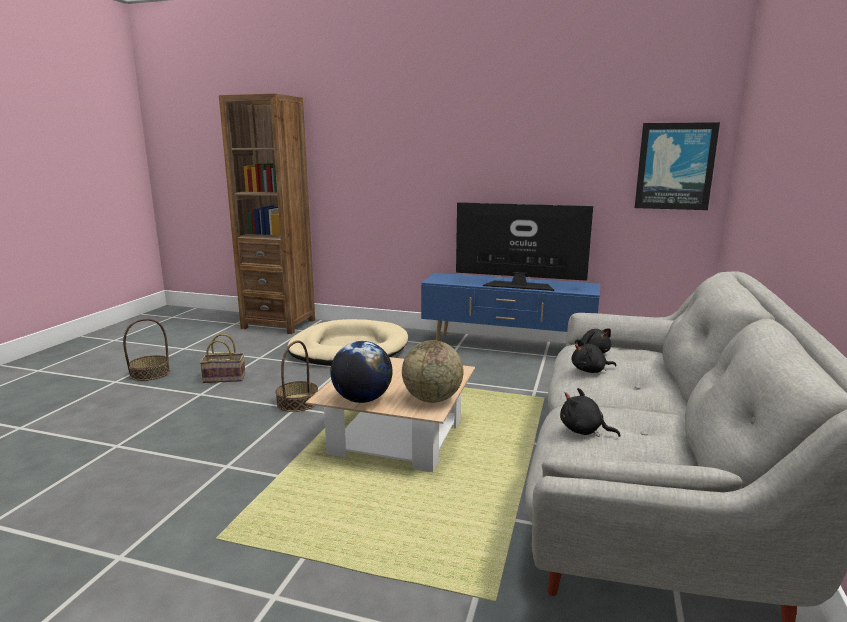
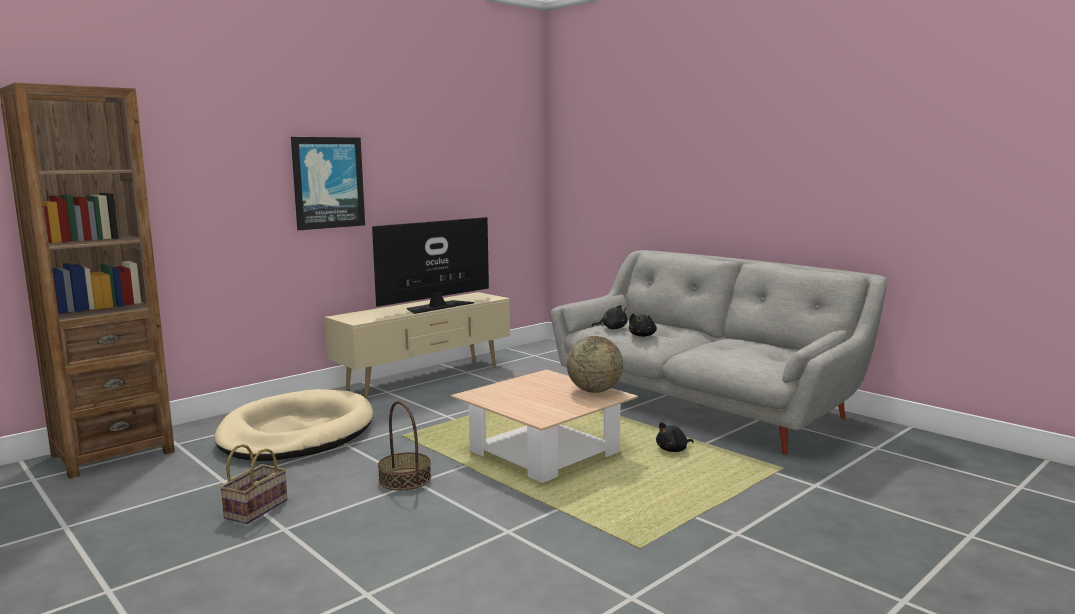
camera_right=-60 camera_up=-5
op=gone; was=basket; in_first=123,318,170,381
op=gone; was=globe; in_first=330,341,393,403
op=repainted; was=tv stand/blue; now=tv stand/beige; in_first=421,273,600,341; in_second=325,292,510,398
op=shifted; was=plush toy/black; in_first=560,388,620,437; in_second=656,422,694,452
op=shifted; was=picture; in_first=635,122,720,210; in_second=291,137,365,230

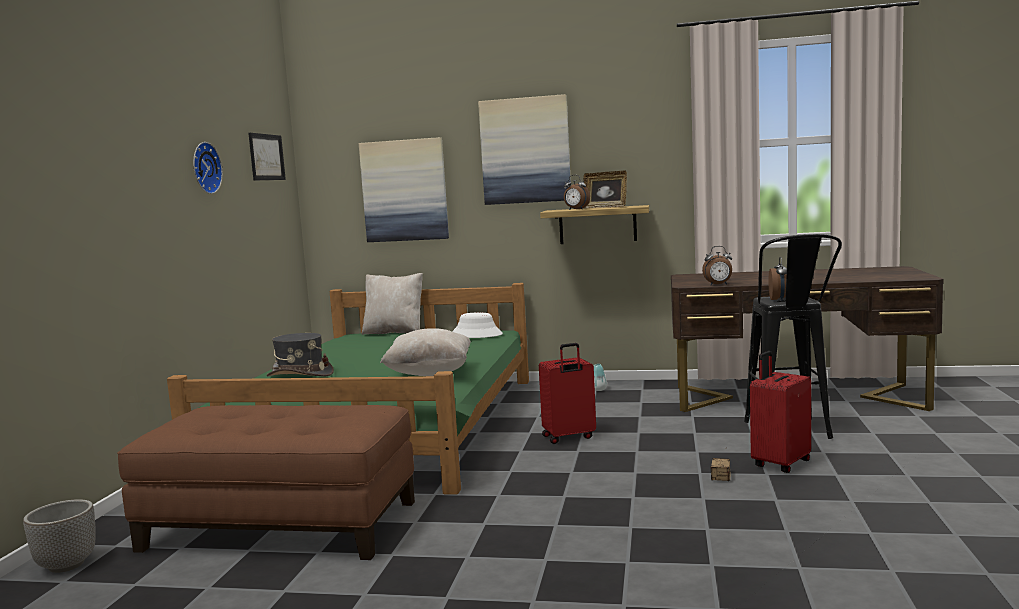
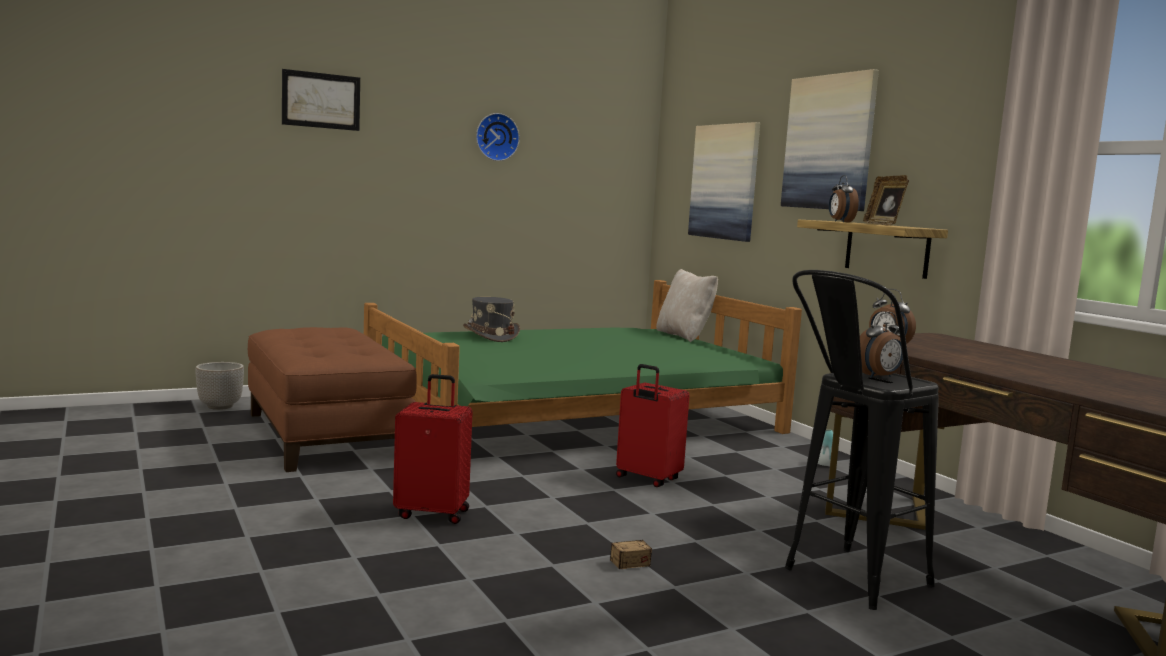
camera_right=50 camera_up=0
op=shifted; was=picture; in_first=248,133,286,181; in_second=282,69,360,131
op=gone; was=pillow/beige; in_first=380,328,471,376
op=gone; was=hat/white; in_first=452,313,503,338
op=shifted; was=suitcase/red; in_first=750,351,811,473; in_second=393,374,473,524

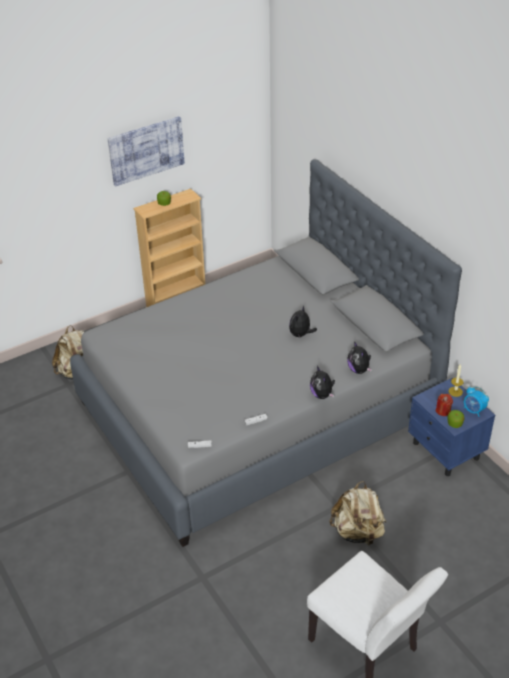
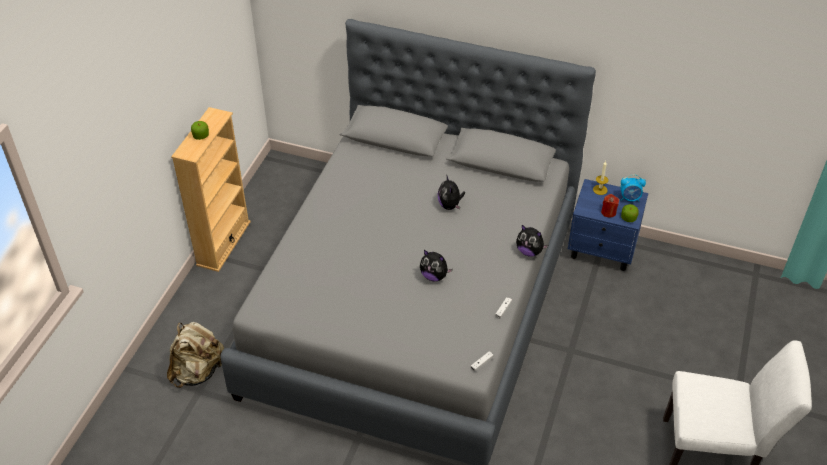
camera_right=-40 camera_up=5
op=gone; was=picture; in_first=108,116,185,187
op=gone; was=backpack/beige; in_first=329,481,387,545
op=shifted; was=plush toy; in_first=347,341,372,374; in_second=420,250,452,281

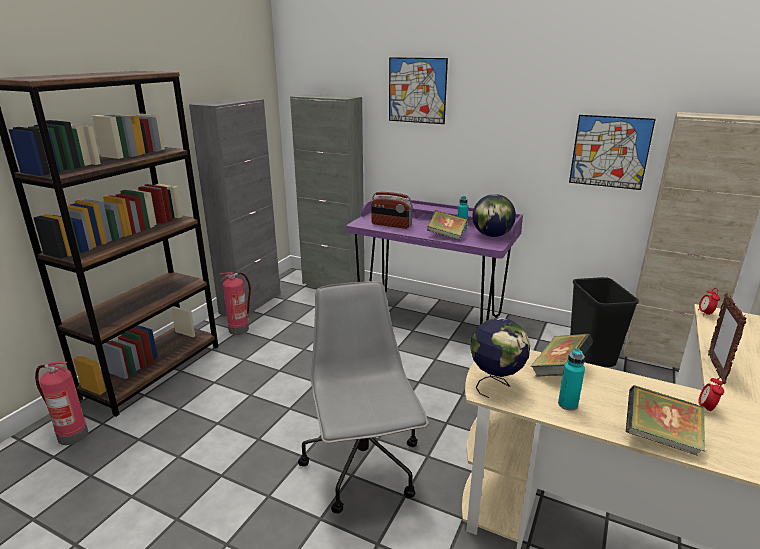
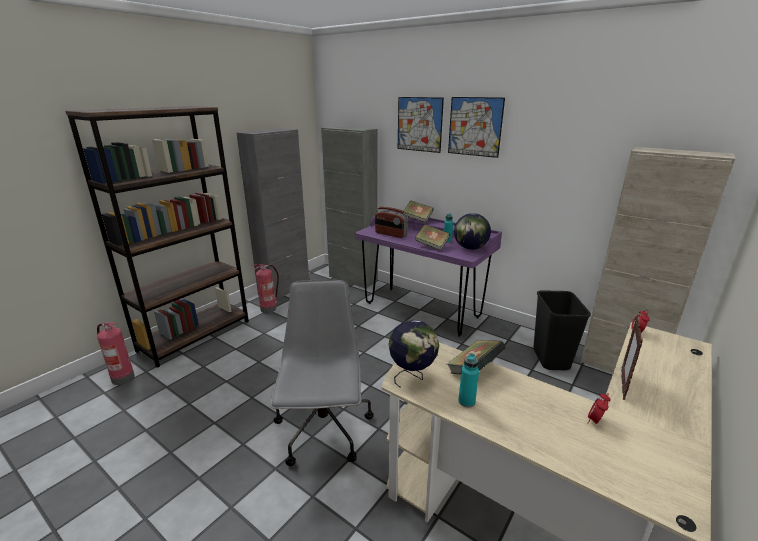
camera_right=10 camera_up=0
op=shifted; was=picture; in_first=569,115,656,190; in_second=448,97,505,158
op=shifted; was=book; in_first=626,385,705,456; in_second=403,201,434,223

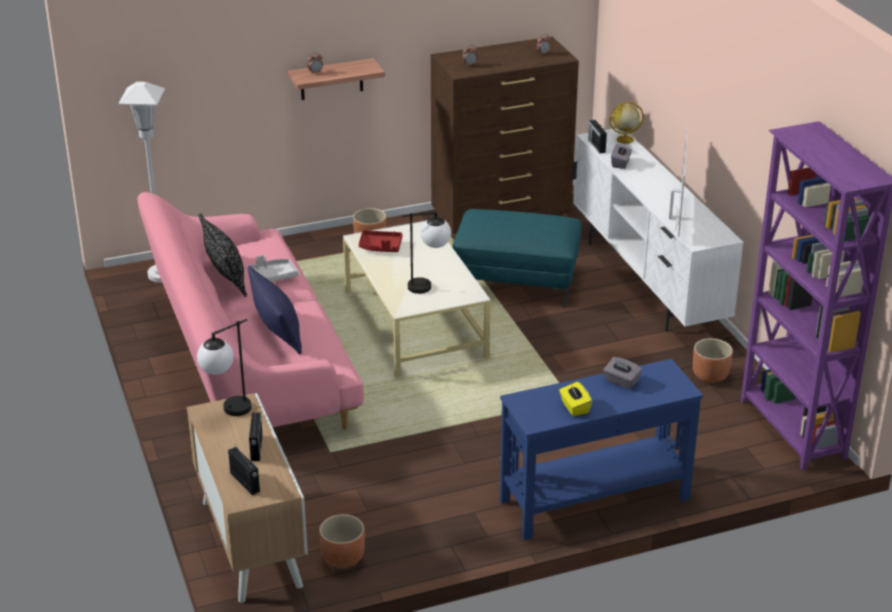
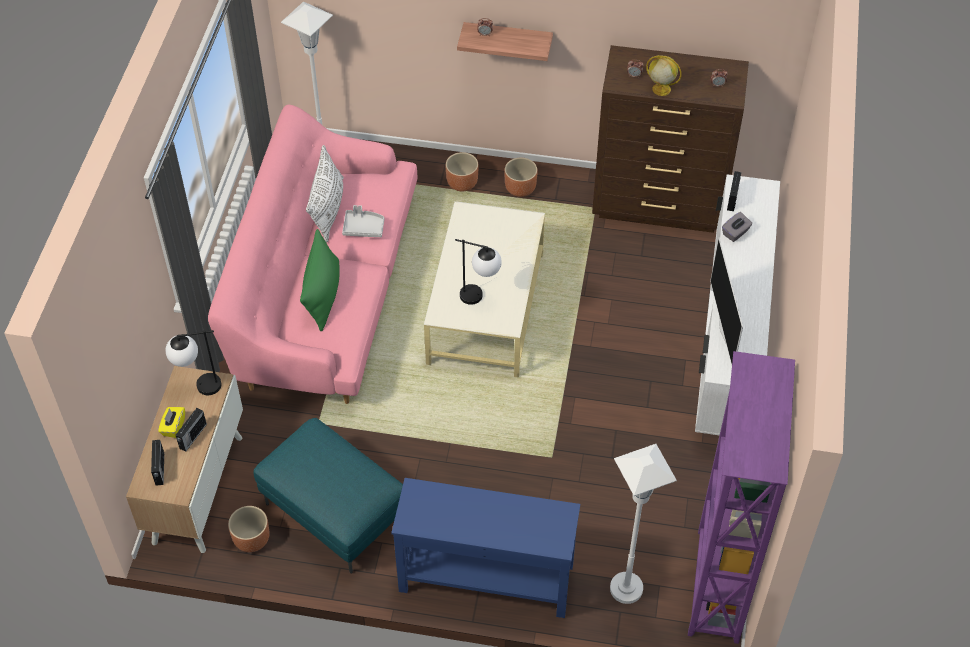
camera_right=30 camera_up=20
op=repainted; was=pillow/black; now=pillow/white; in_first=198,213,247,297; in_second=306,145,344,243
op=repainted; was=pillow/blue; now=pillow/green; in_first=248,266,302,354; in_second=300,229,340,331
op=gone; was=tray/red; in_first=359,230,402,252
op=shifted; was=ottoman/turquoise; in_first=452,209,582,308; in_second=253,418,403,574
op=shifted; was=tissue box/yellow; in_first=559,382,592,416; in_second=158,407,185,438
op=gone; was=tissue box/grey; in_first=603,357,642,389
op=shifted; was=globe; in_first=609,102,644,144; in_second=646,55,682,96
op=rotated; was=television; in_first=669,127,688,237; in_second=710,237,743,364; clockwise=135
op=shifted; was=planter/brown; in_first=693,338,733,383; in_second=445,152,479,191
op=new; now=floor lamp/white; in_second=610,444,677,604

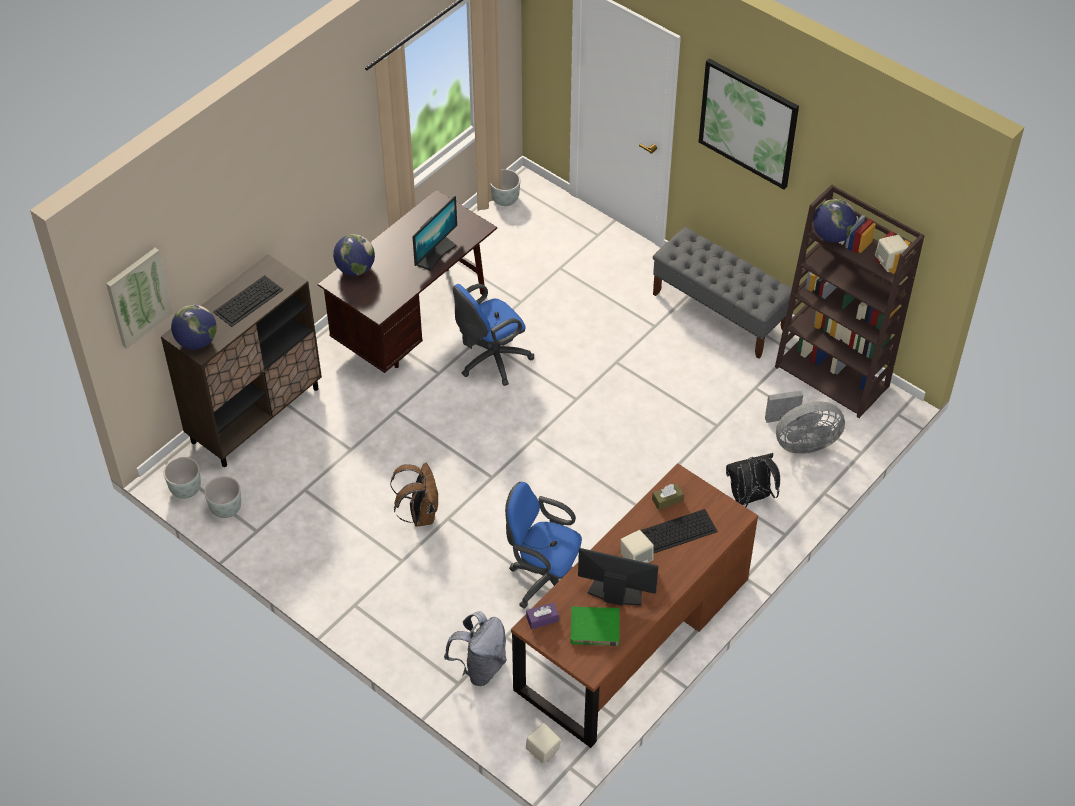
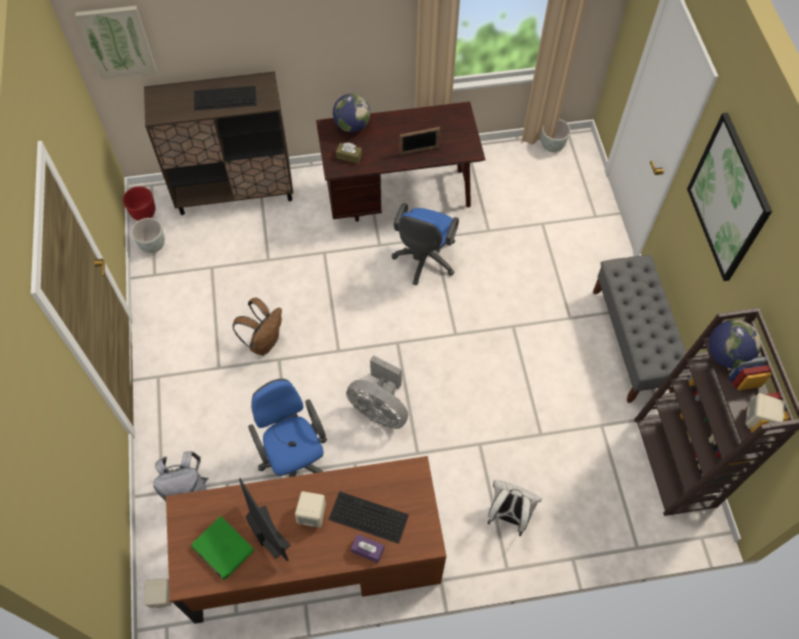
camera_right=40 camera_up=10
op=repainted; was=planter/grey; now=planter/red; in_first=164,457,201,499; in_second=123,186,155,221
op=gone; was=globe; in_first=171,305,217,350
op=swapped; was=monitor; now=picture frame; in_first=412,196,457,271; in_second=400,127,440,155
op=rotated; was=office chair/blue; in_first=453,284,534,386; in_second=392,203,459,285; clockwise=-75
op=shifted; was=tissue box/purple; in_first=526,602,559,629; in_second=351,534,384,563
op=shifted; was=tissue box/brown; in_first=652,483,684,510; in_second=336,142,362,163
op=repainted; was=backpack/black; now=backpack/white; in_first=726,453,780,507; in_second=487,480,542,536
op=shifted; was=fan/grey; in_first=765,390,845,454; in_second=346,355,408,429

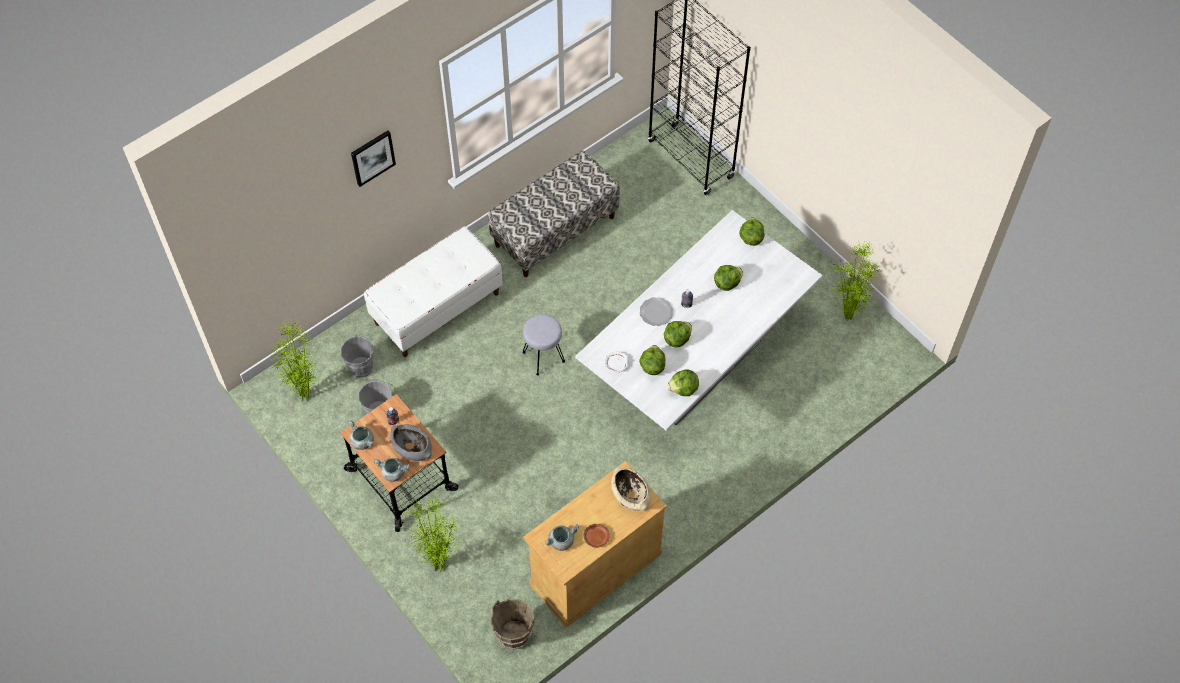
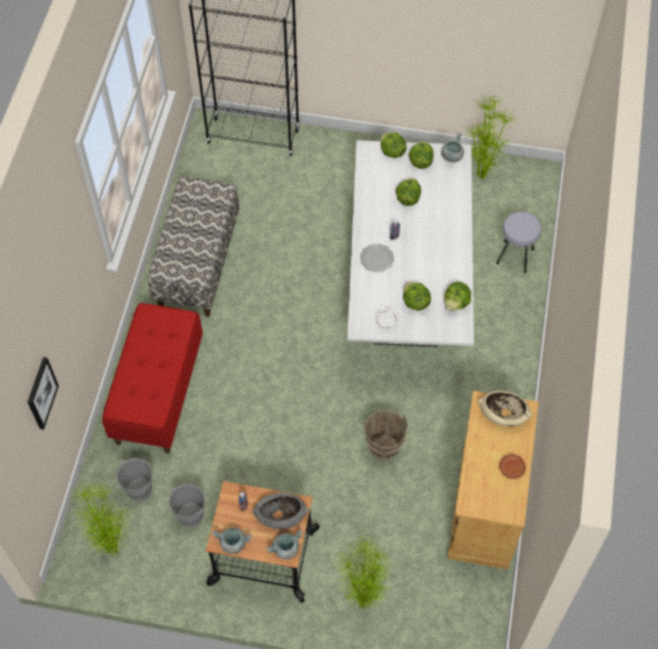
camera_right=-40 camera_up=0
op=shifted; was=picture; in_first=351,130,396,187; in_second=28,357,59,430
op=repainted; was=bench/white; now=bench/red; in_first=364,226,503,357; in_second=102,303,203,454
op=shifted; was=bucket/brown; in_first=490,599,534,650; in_second=364,410,408,461
op=shifted; was=stool/grey; in_first=523,314,565,376; in_second=496,212,541,273
op=shifted; was=cooking pot/grey; in_first=545,524,579,551; in_second=441,133,464,162
op=shifted; was=lettuce; in_first=663,321,692,348; in_second=409,141,434,169

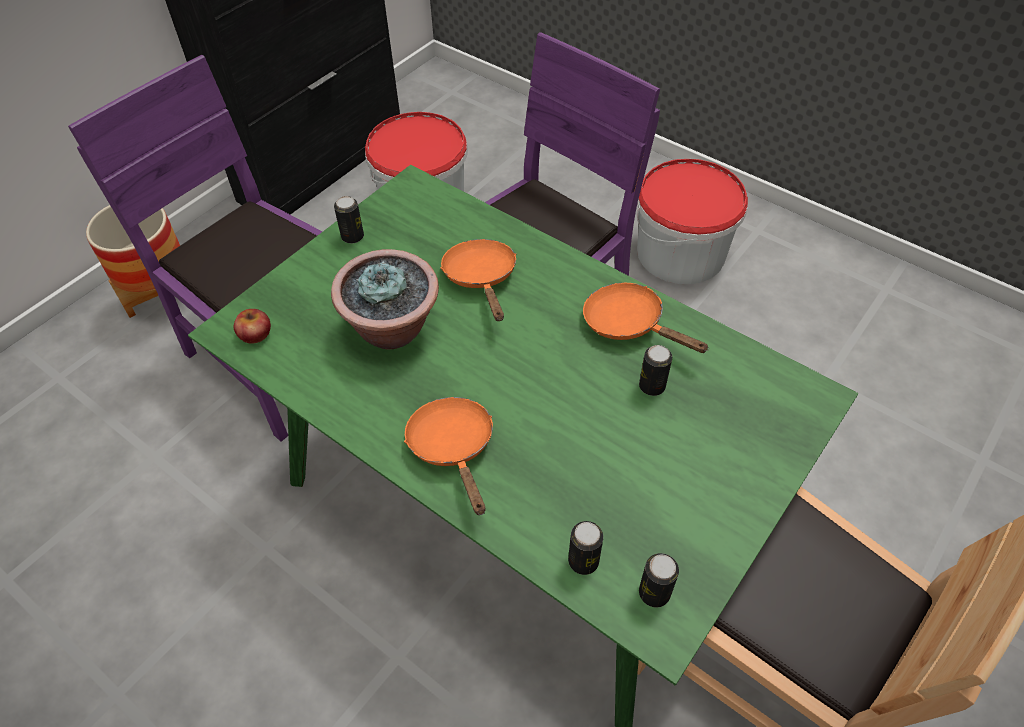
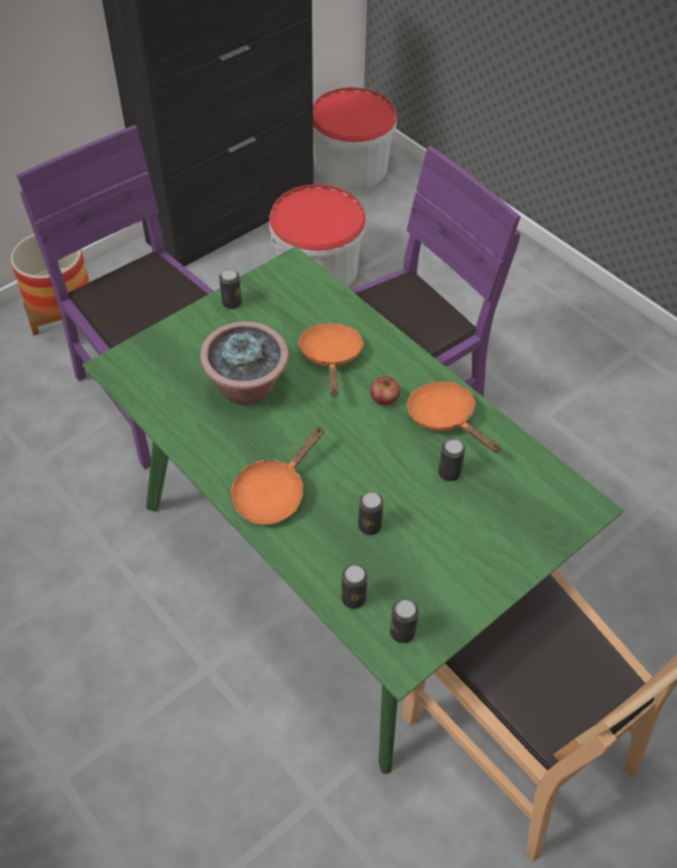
camera_right=10 camera_up=0
op=shifted; was=apple; in_first=234,309,271,344; in_second=370,376,400,406
op=rotated; was=frying pan/orange; in_first=404,397,493,515; in_second=231,426,324,525; clockwise=-135
op=shifted; was=bucket; in_first=637,159,748,284; in_second=313,87,397,190
op=new; now=can; in_second=358,492,384,535

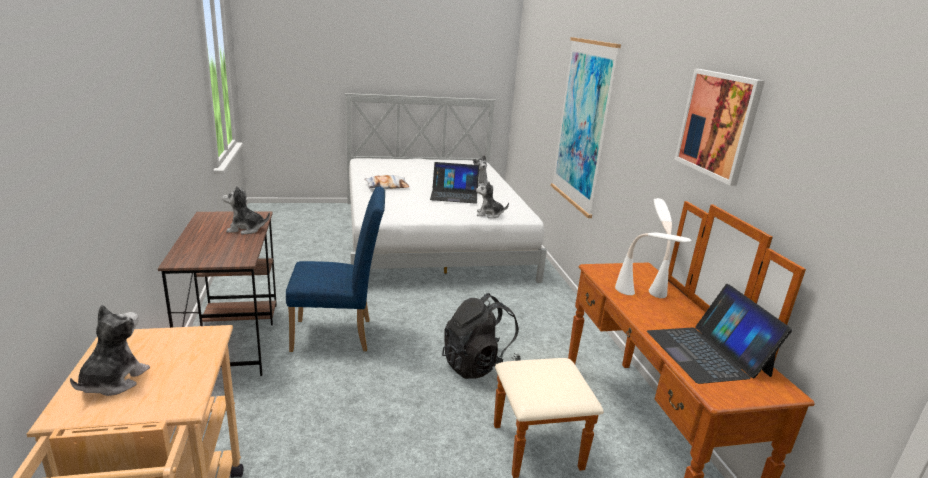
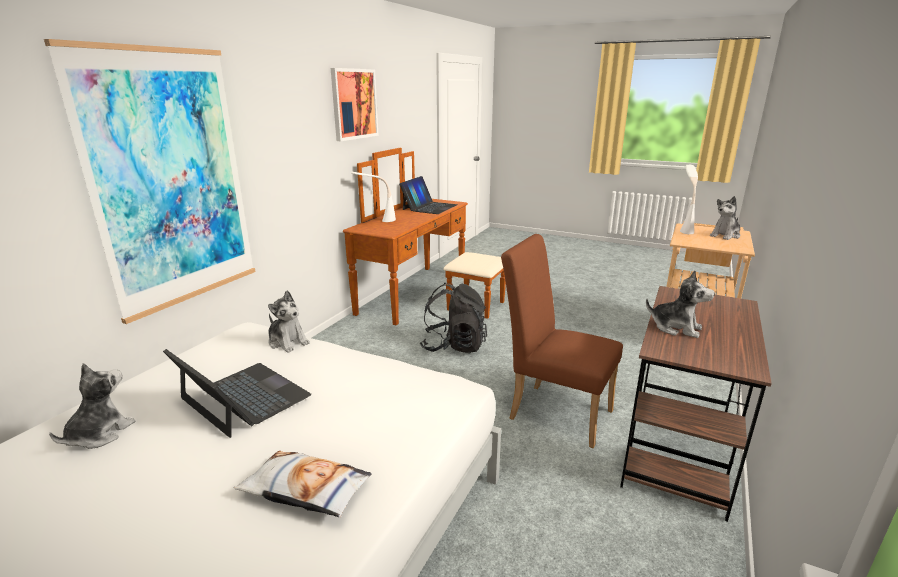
camera_right=-140 camera_up=0
op=repainted; was=chair/blue; now=chair/brown; in_first=286,187,385,352; in_second=501,234,623,448
op=shifted; was=table lamp/white; in_first=615,232,692,295; in_second=680,164,698,234

